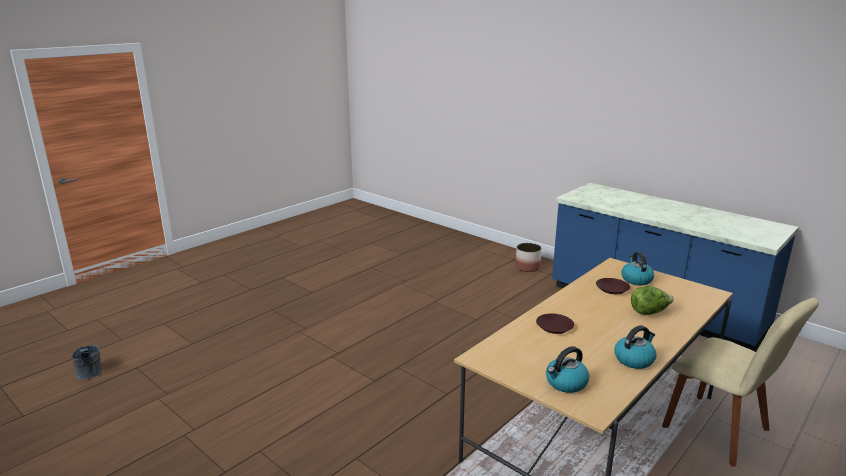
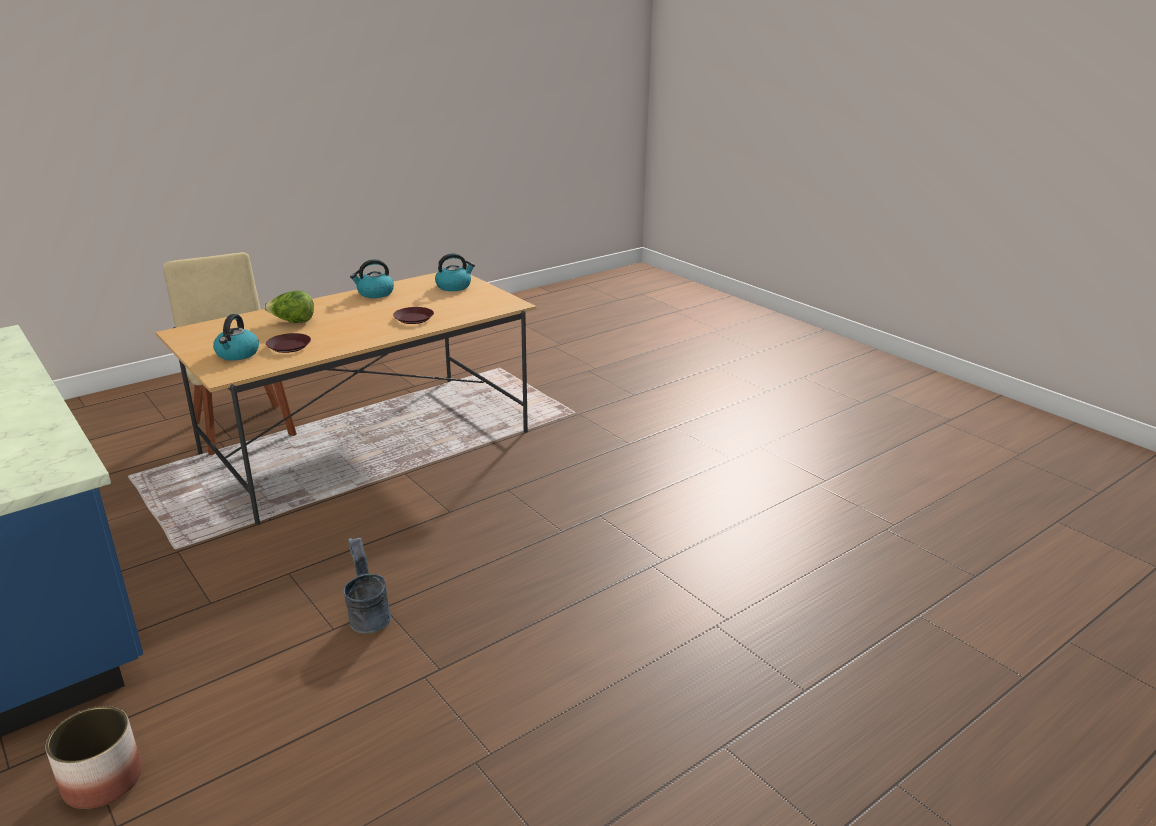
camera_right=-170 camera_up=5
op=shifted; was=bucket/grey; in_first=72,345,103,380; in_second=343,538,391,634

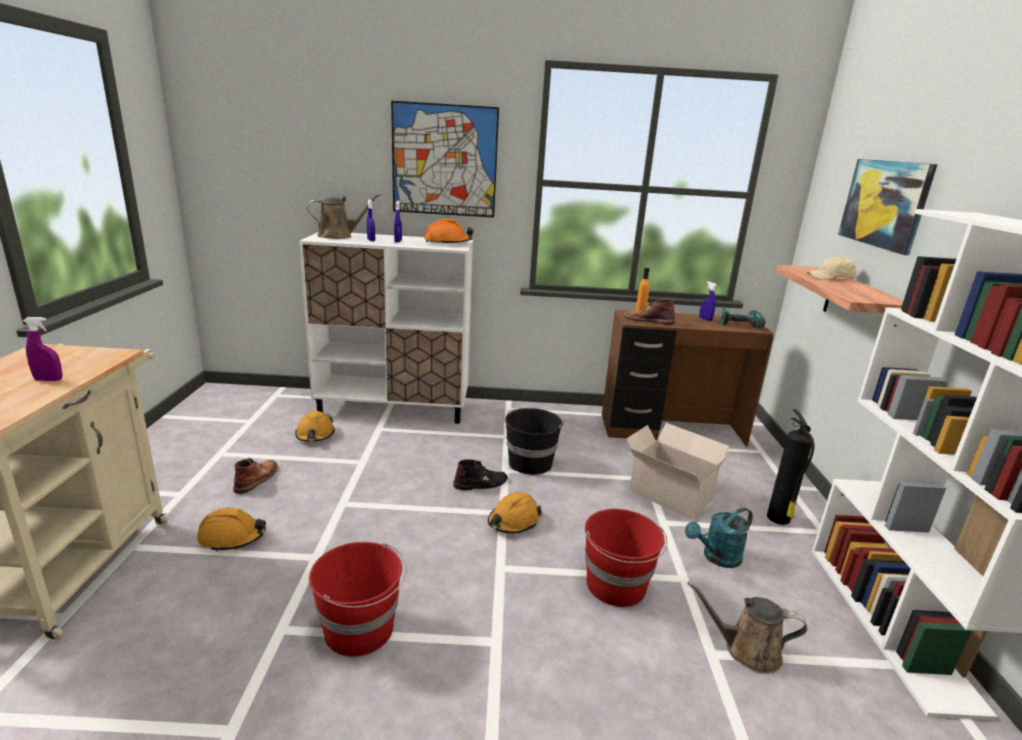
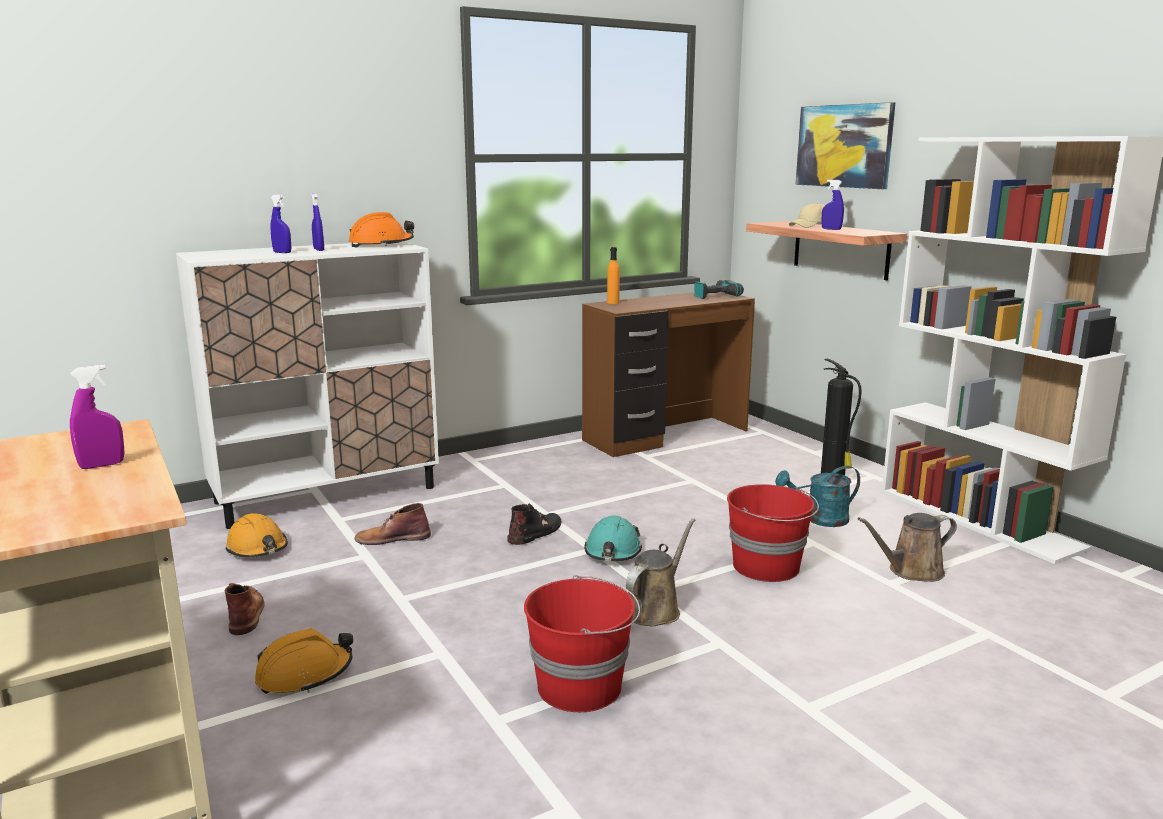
camera_right=-30 camera_up=-5
op=shifted; was=watering can/brown; in_first=307,194,381,239; in_second=626,518,695,626
op=gone; was=picture; in_first=391,101,499,218
op=repainted; was=hard hat/orange; now=hard hat/turquoise; in_first=488,492,542,534; in_second=584,515,642,561
op=gone; was=bucket/black; in_first=505,408,564,475
op=shifted; was=boot/brown; in_first=624,300,675,325; in_second=354,503,431,545
op=gone; was=cardboard box; in_first=626,423,731,520
op=rotated; was=watering can/turquoise; in_first=685,507,753,568; in_second=775,466,860,527; clockwise=45
op=shifted; was=spray bottle/blue; in_first=699,281,717,321; in_second=821,180,844,230

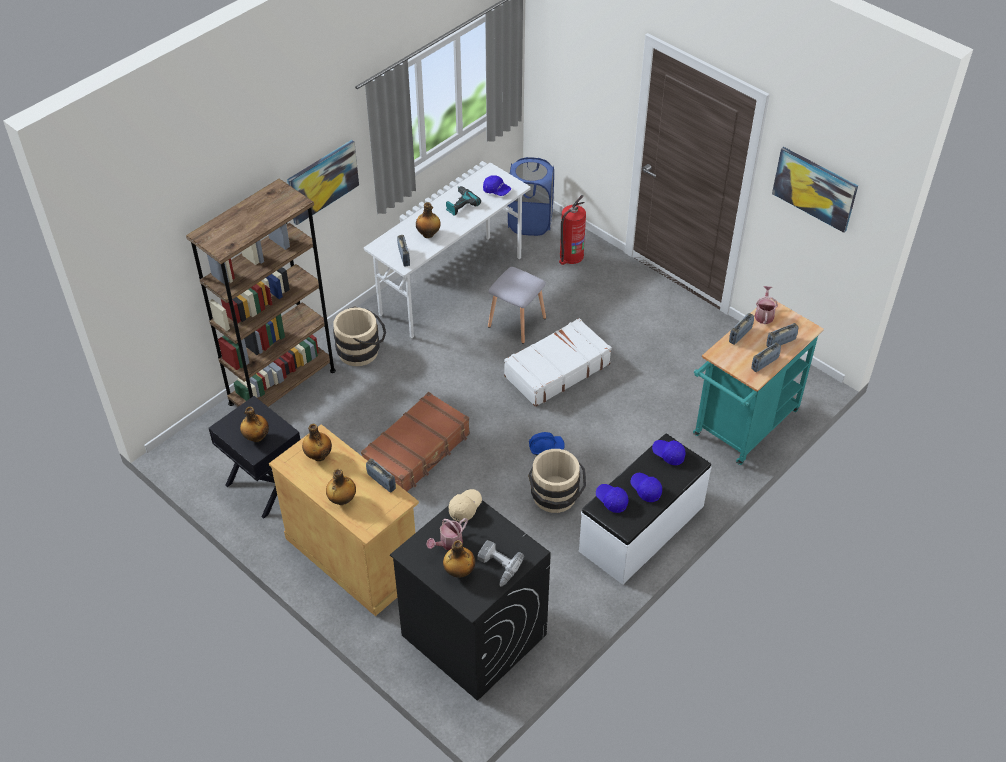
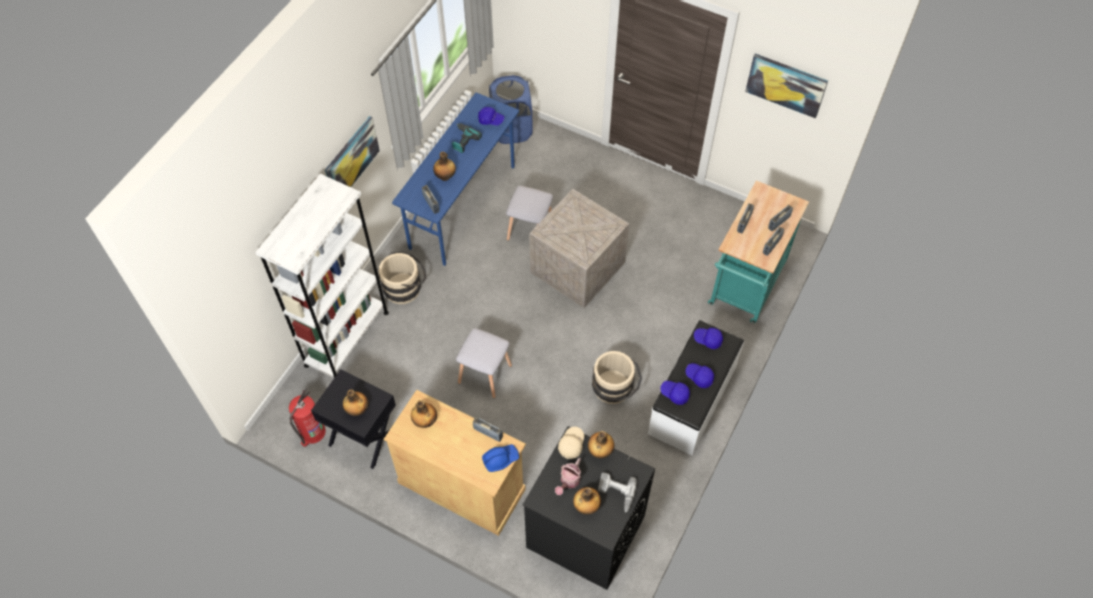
camera_right=-15 camera_up=10
op=repainted; was=bookcase/brown; now=bookcase/white; in_first=186,179,336,407; in_second=255,174,389,378
op=shifted; was=bottle; in_first=326,469,356,505; in_second=588,431,614,458
op=swapped; was=suitcase/brown; now=stool/grey; in_first=361,392,470,491; in_second=456,328,512,398
op=repainted; was=desk/white; now=desk/blue; in_first=364,163,530,338; in_second=392,93,519,266
op=swapped; was=suitcase/white; now=crate; in_first=504,318,612,407; in_second=529,189,629,308
op=shifted; was=hard hat/blue; in_first=529,432,564,456; in_second=482,444,519,472
op=shifted; was=fire extinguisher; in_first=559,195,586,265; in_second=289,389,326,447
op=gone; was=watering can; in_first=755,286,778,324

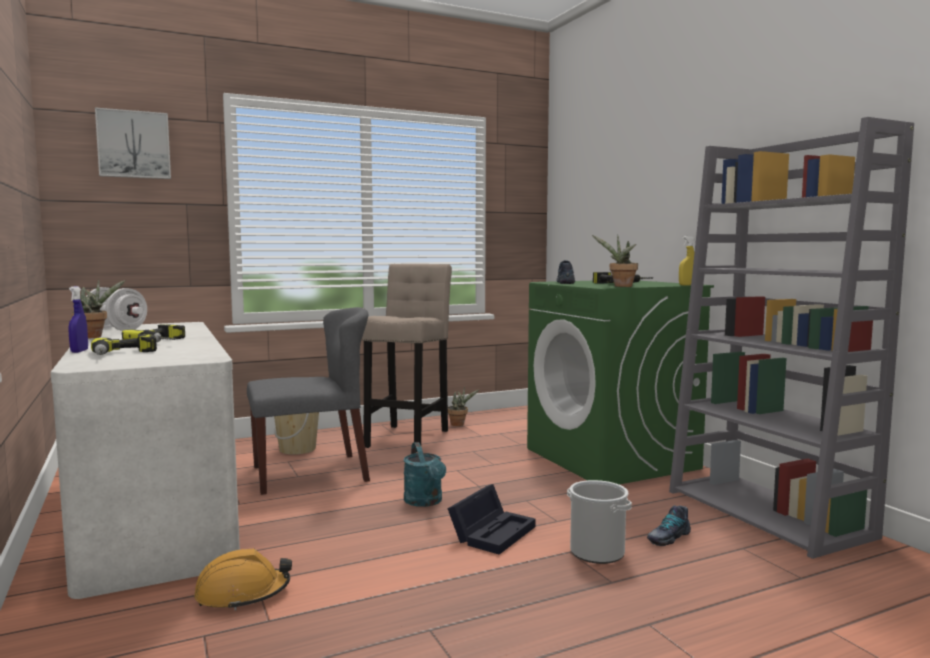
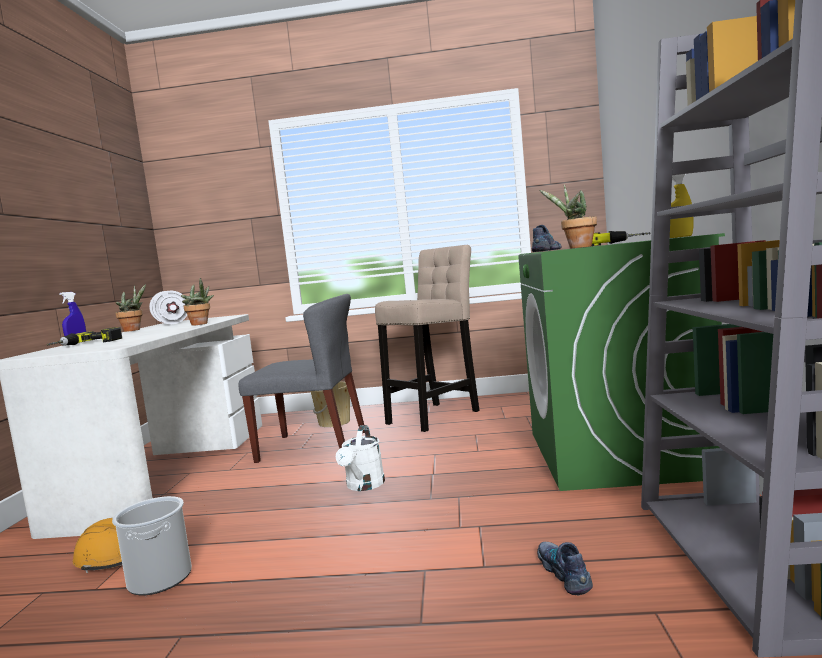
camera_right=30 camera_up=0
op=gone; was=picture; in_first=95,107,171,179
op=gone; was=power drill; in_first=122,324,185,342
op=repainted; was=watering can/turquoise; now=watering can/white; in_first=404,442,446,507; in_second=336,425,385,491
op=gone; was=storage box/black; in_first=447,484,536,555
op=shifted; was=potted plant; in_first=448,387,479,426; in_second=181,278,214,326
op=shifted; was=bucket; in_first=567,480,632,564; in_second=112,496,192,596
op=rotated; was=shoe; in_first=647,506,691,546; in_second=537,542,593,596; clockwise=90

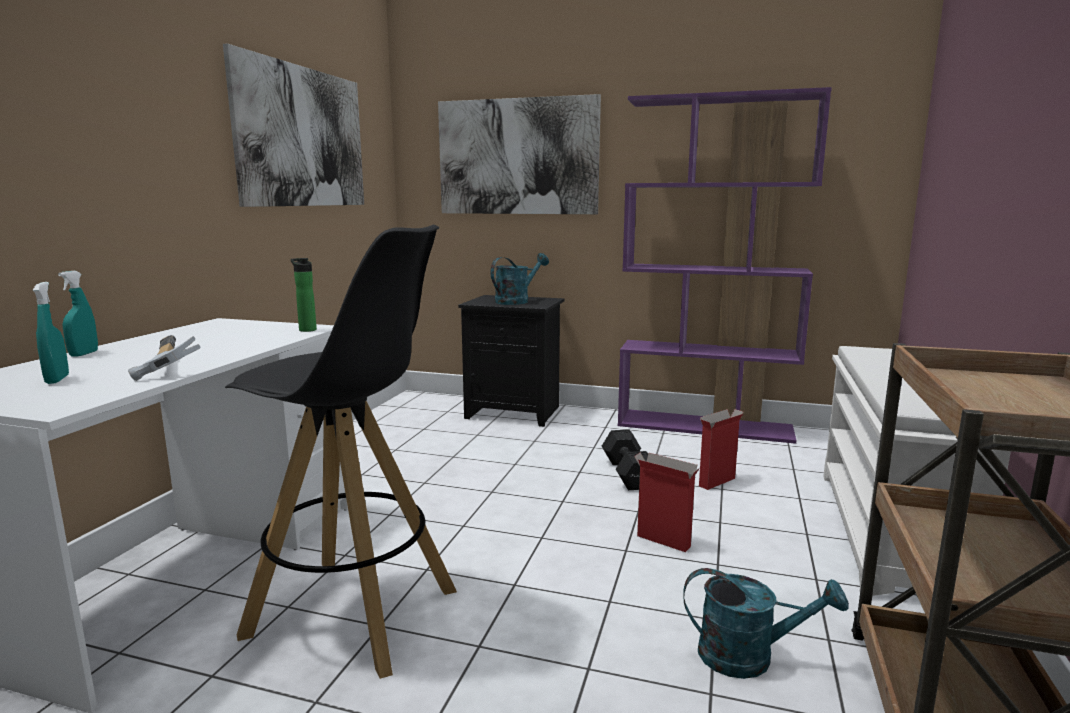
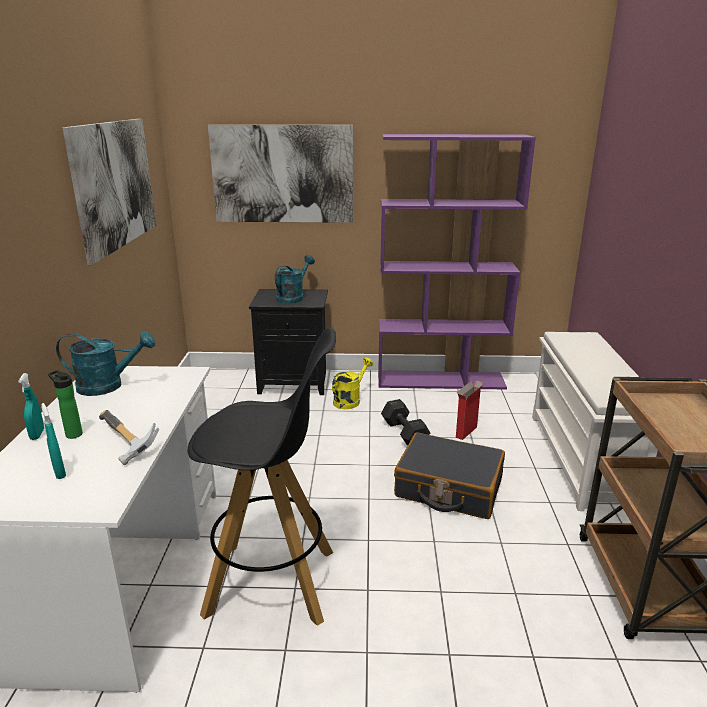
camera_right=-15 camera_up=10
op=shifted; was=bottle; in_first=291,258,317,332; in_second=48,370,83,439
op=swapped; was=cardboard box; now=suitcase/black; in_first=634,453,700,552; in_second=394,432,505,519
op=shifted; was=watering can/turquoise; in_first=683,568,849,679; in_second=56,331,155,396
op=new; now=watering can/yellow; in_second=332,358,373,409

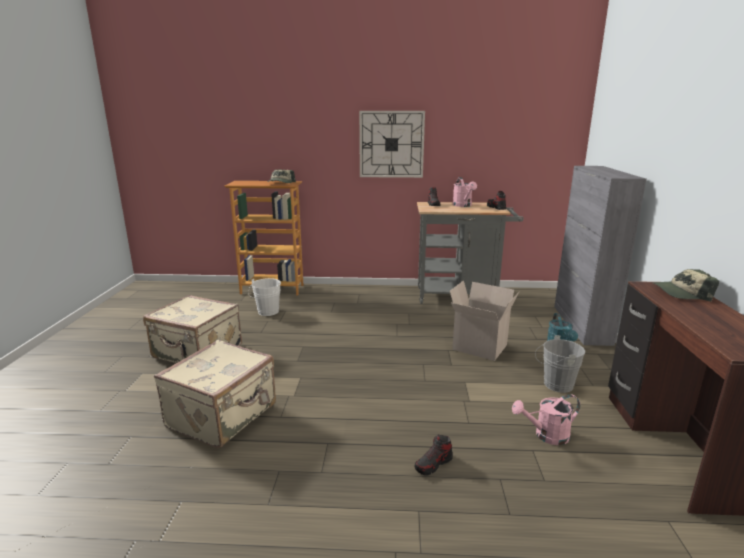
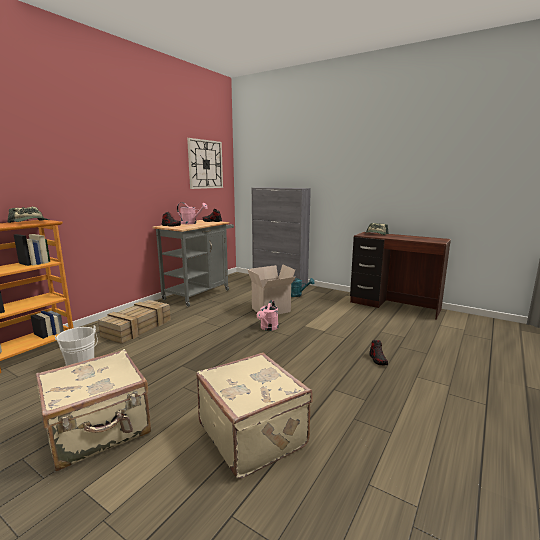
camera_right=-60 camera_up=-5
op=shifted; was=wall clock; in_first=359,111,425,178; in_second=187,138,223,189
op=shifted; was=watering can/pink; in_first=512,394,580,445; in_second=257,300,279,331
op=gone; was=bucket/grey; in_first=535,335,585,393
op=new; now=crate; in_second=98,300,171,344

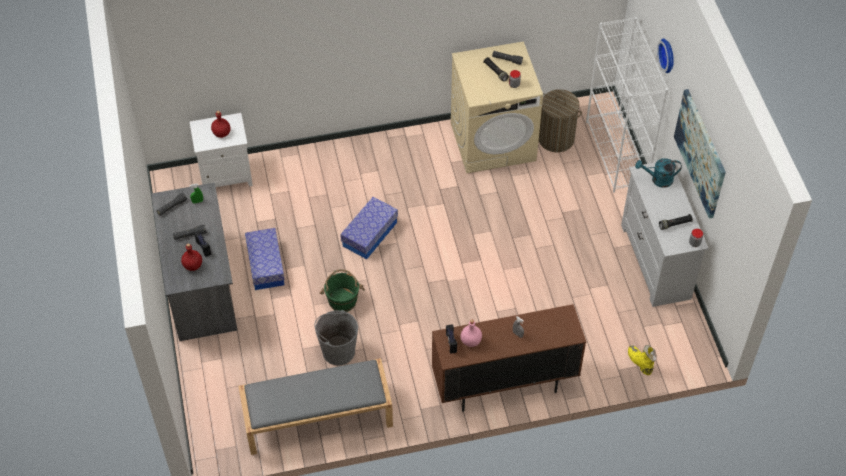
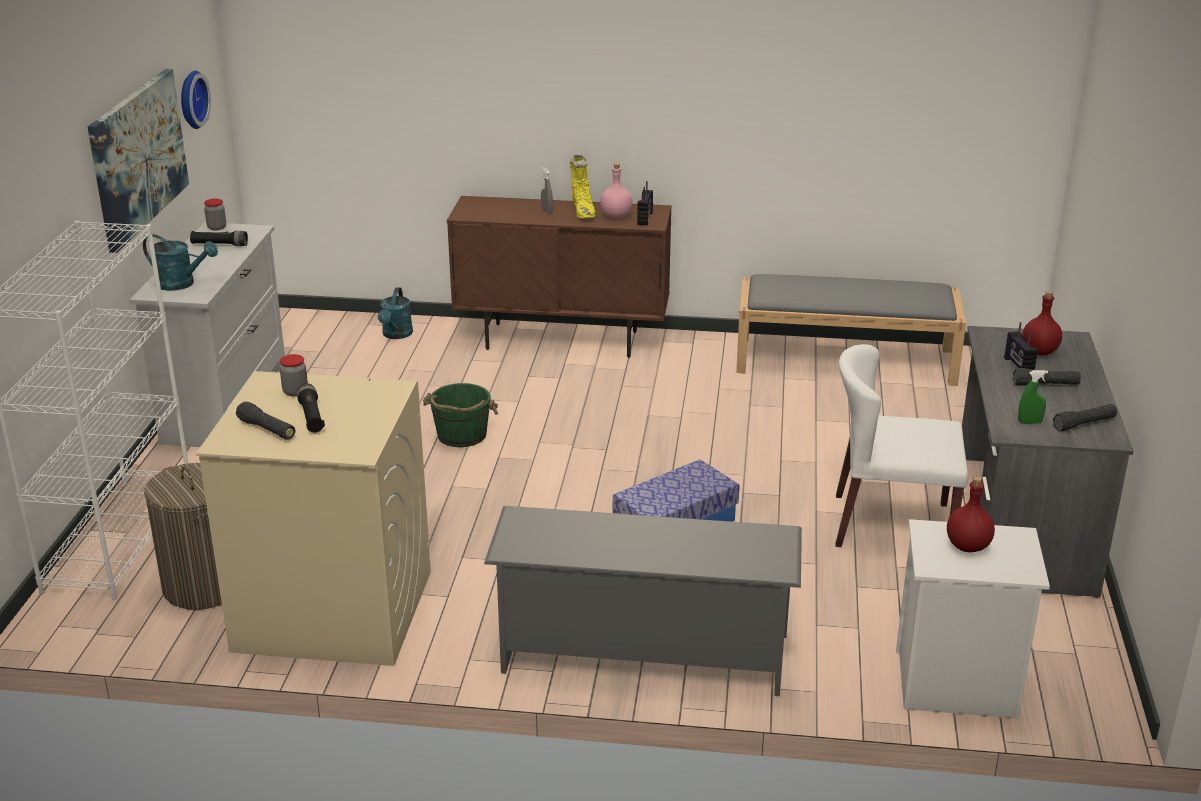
camera_right=-160 camera_up=-25
op=swapped; was=storage box; now=chair/white; in_first=245,228,285,290; in_second=835,344,968,547
op=gone; was=bucket/grey; in_first=314,310,358,365
op=shifted; was=bucket/green; in_first=320,269,365,312; in_second=423,383,498,447
op=shifted; was=boot/yellow; in_first=628,345,657,375; in_second=570,155,596,218
op=shifted; was=wall clock; in_first=657,39,674,73; in_second=181,71,211,129
op=new; now=watering can/turquoise; in_second=378,287,413,339
op=new; now=shoe rack/grey; in_second=484,506,802,696

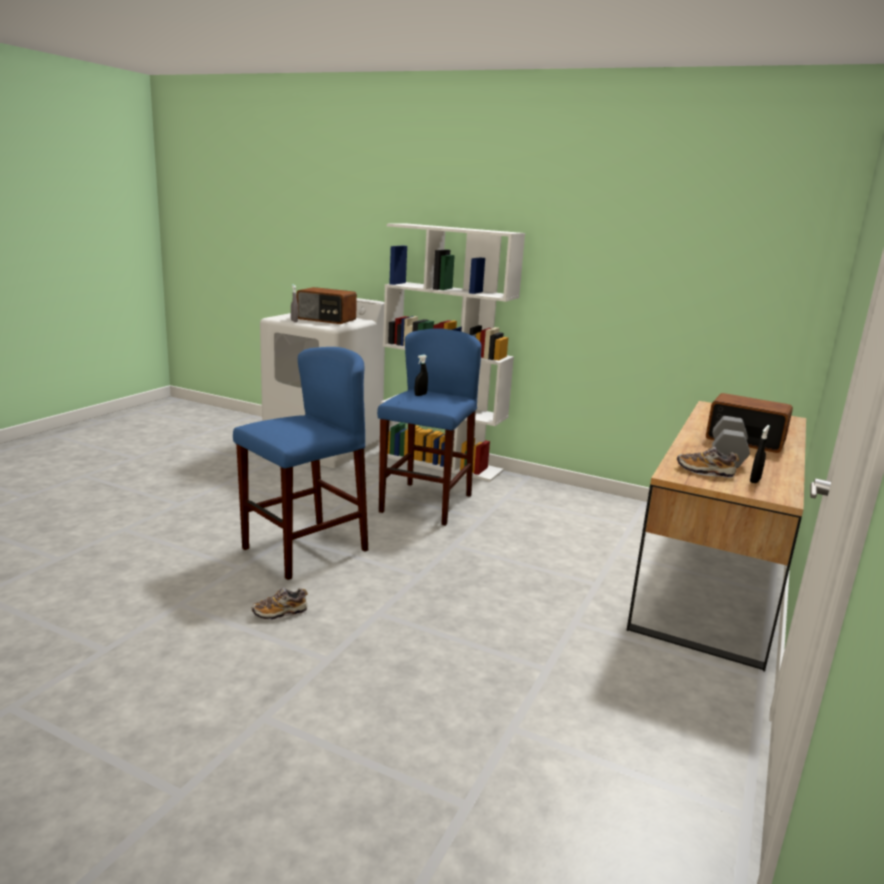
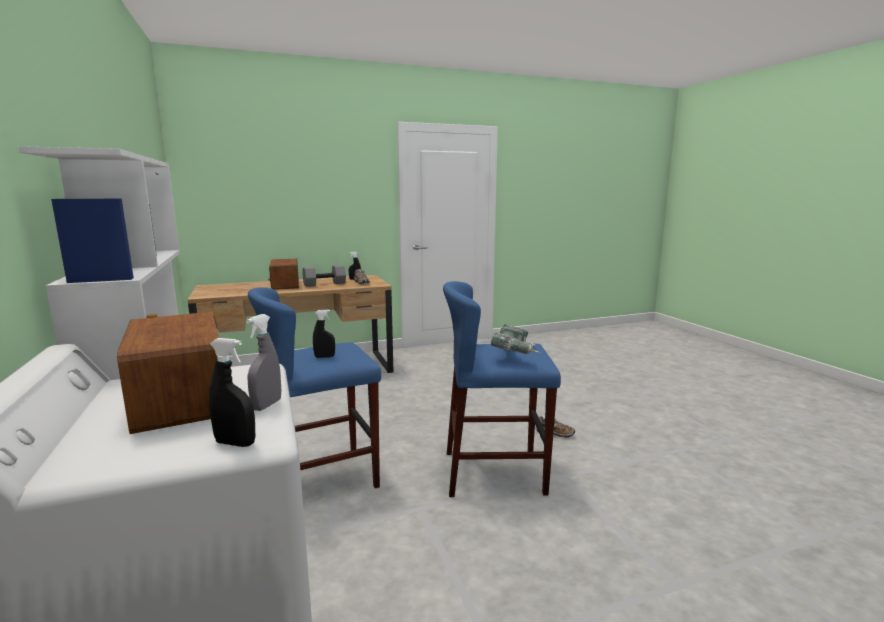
camera_right=-135 camera_up=-5
op=new; now=spray bottle/black; in_second=209,338,255,447
op=new; now=power drill; in_second=491,324,541,354

